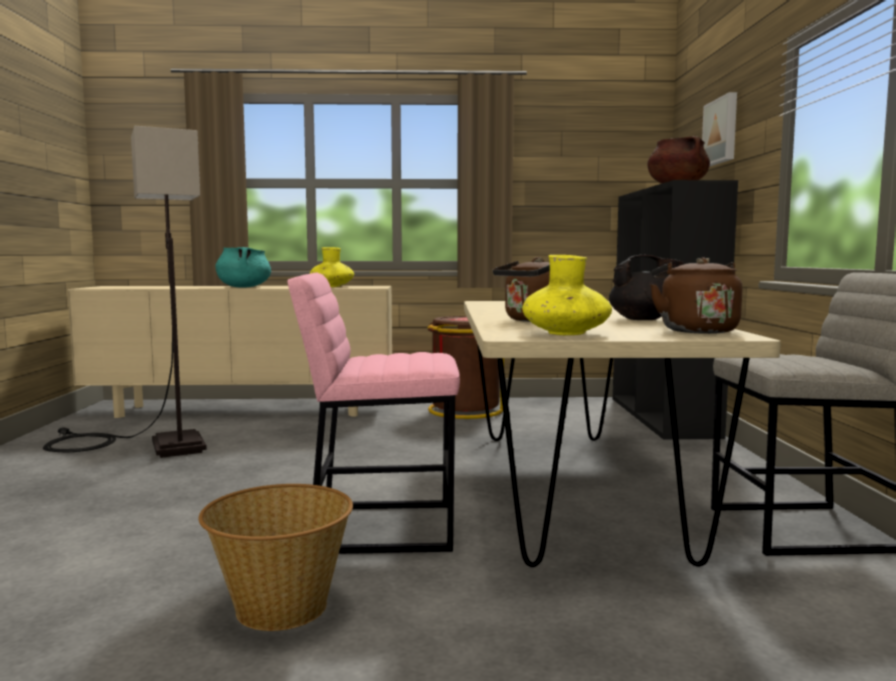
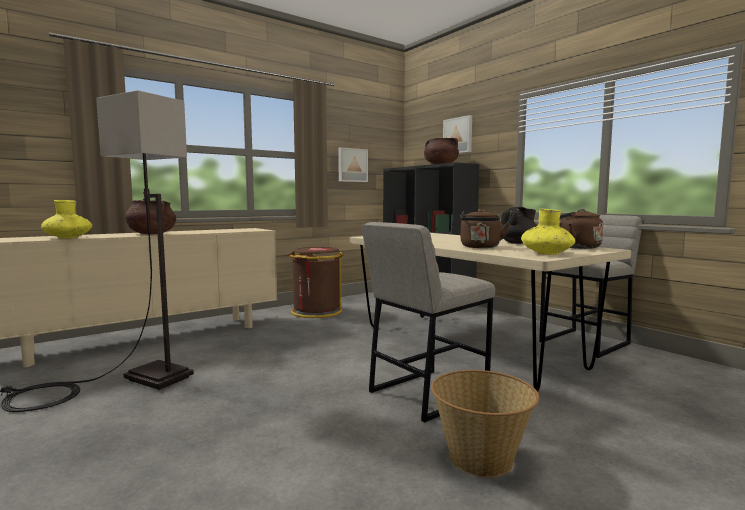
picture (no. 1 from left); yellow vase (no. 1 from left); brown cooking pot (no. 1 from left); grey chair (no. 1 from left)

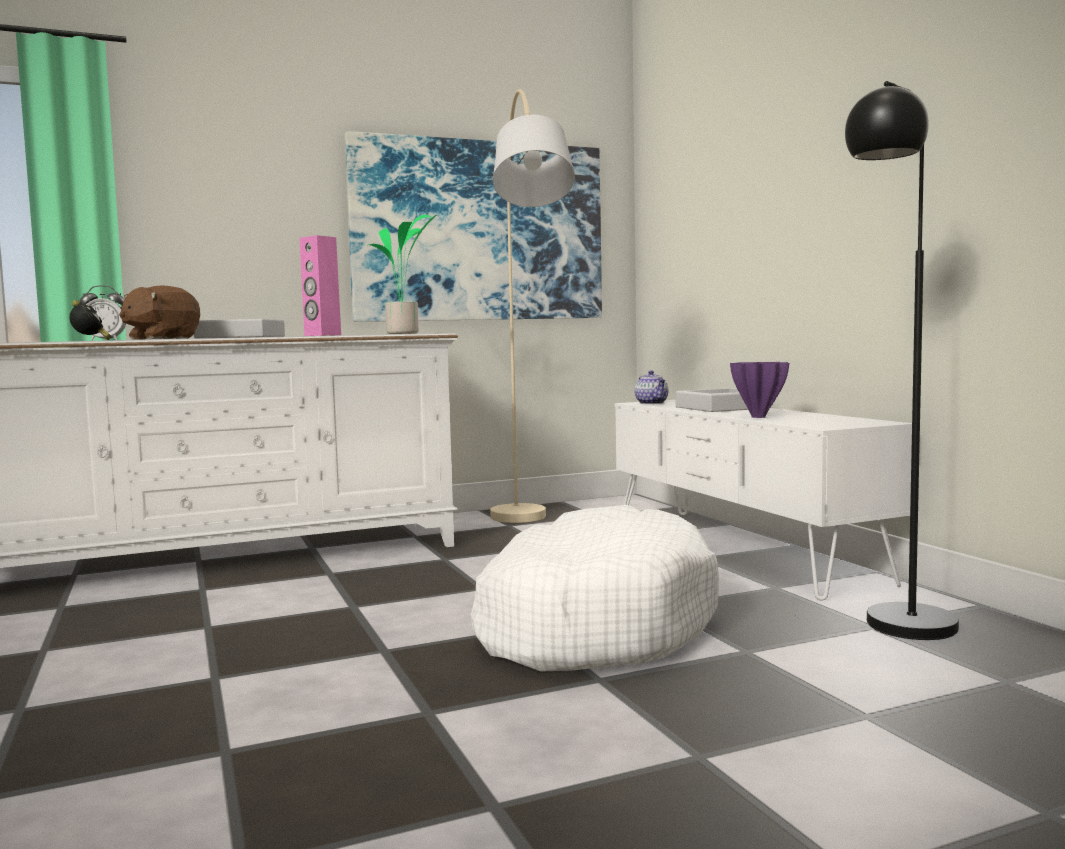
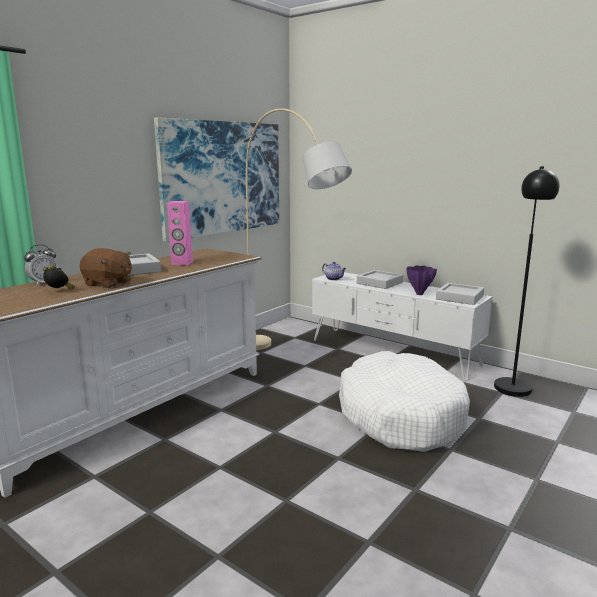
potted plant; grey tray (no. 3 from left); brown plush toy

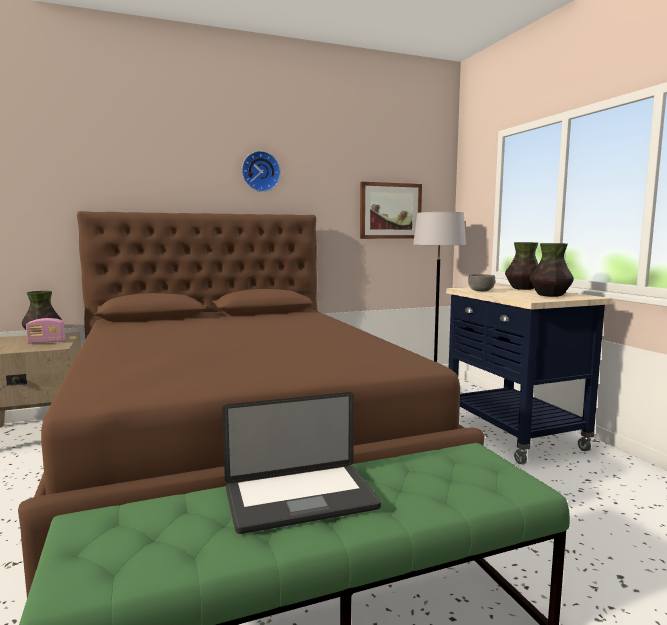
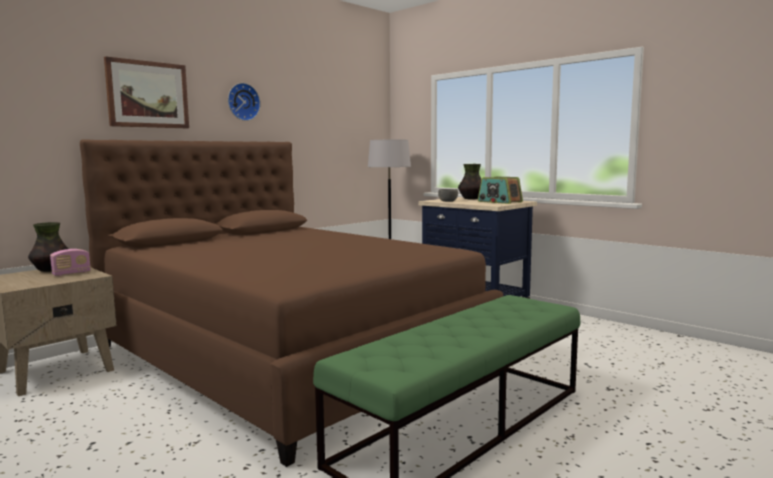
laptop; picture; radio (no. 2 from left)

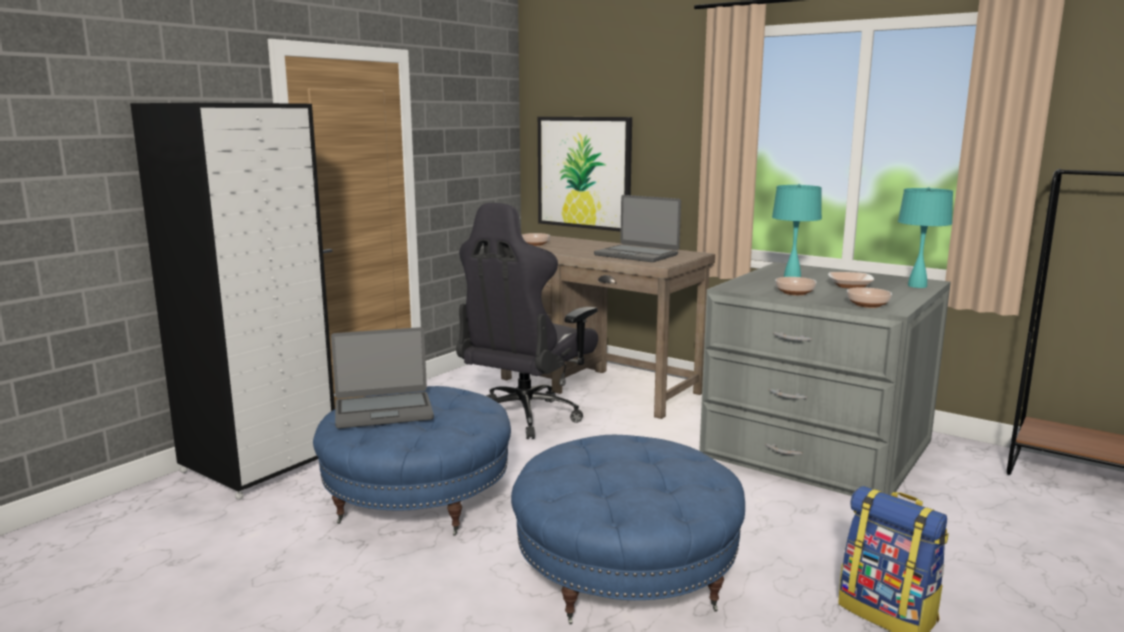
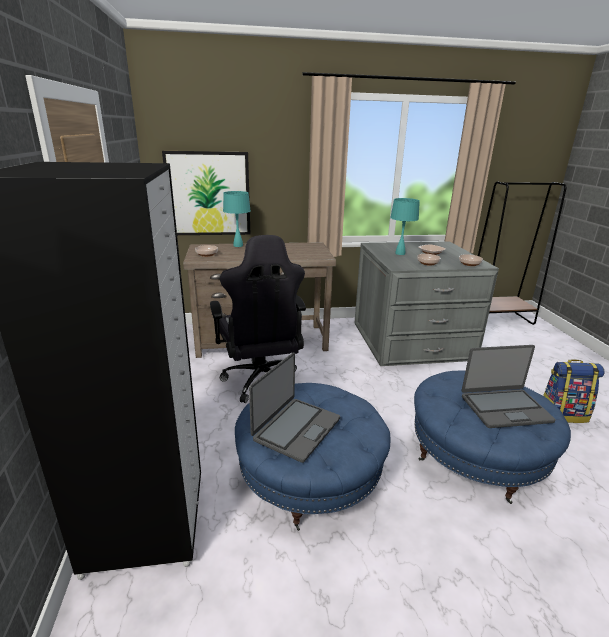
laptop (no. 2 from left); turquoise table lamp (no. 1 from left)

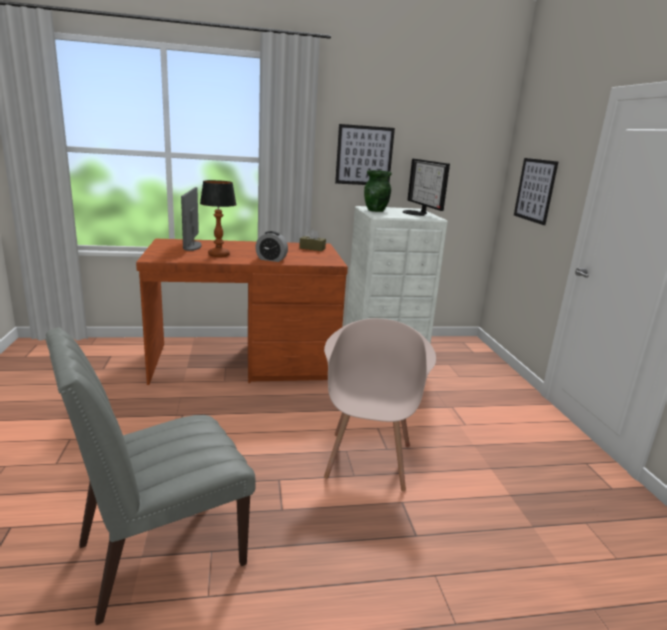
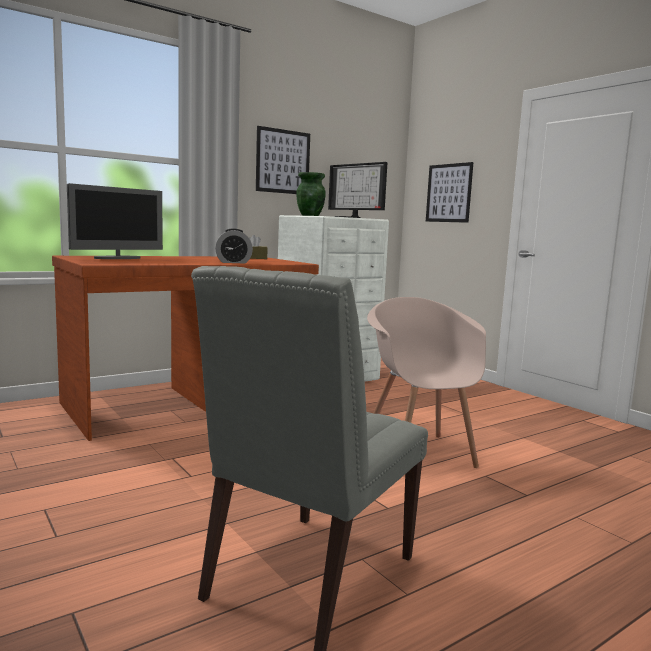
table lamp; monitor (no. 1 from left)

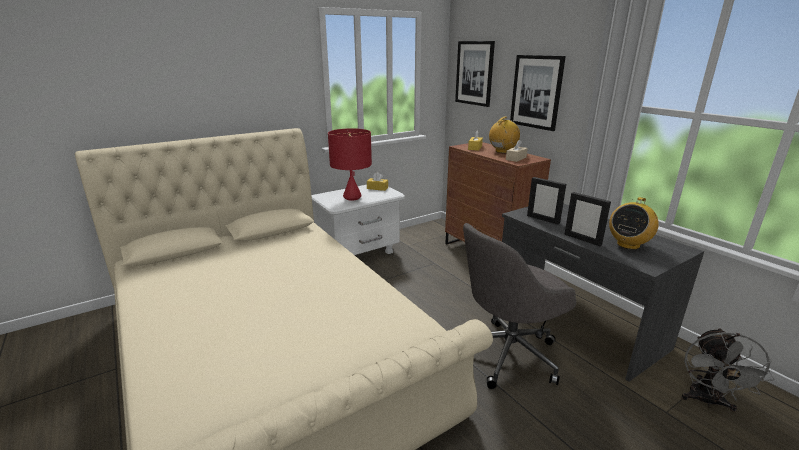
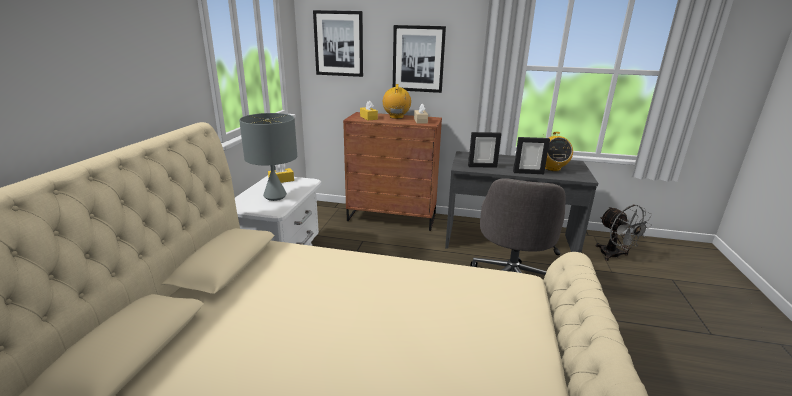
grey table lamp

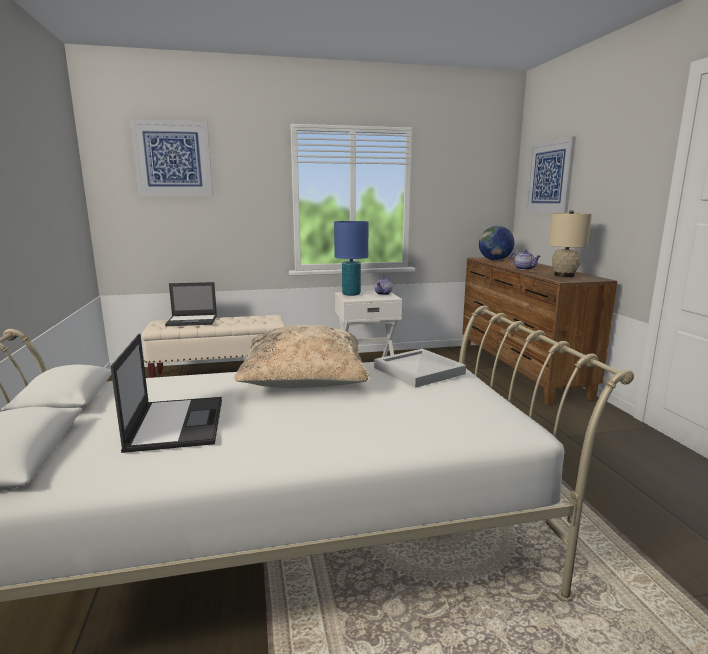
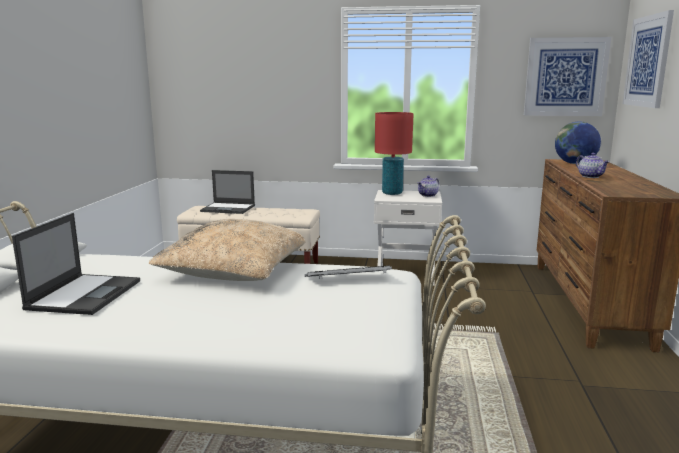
beige table lamp; picture (no. 1 from left); keyboard; red table lamp

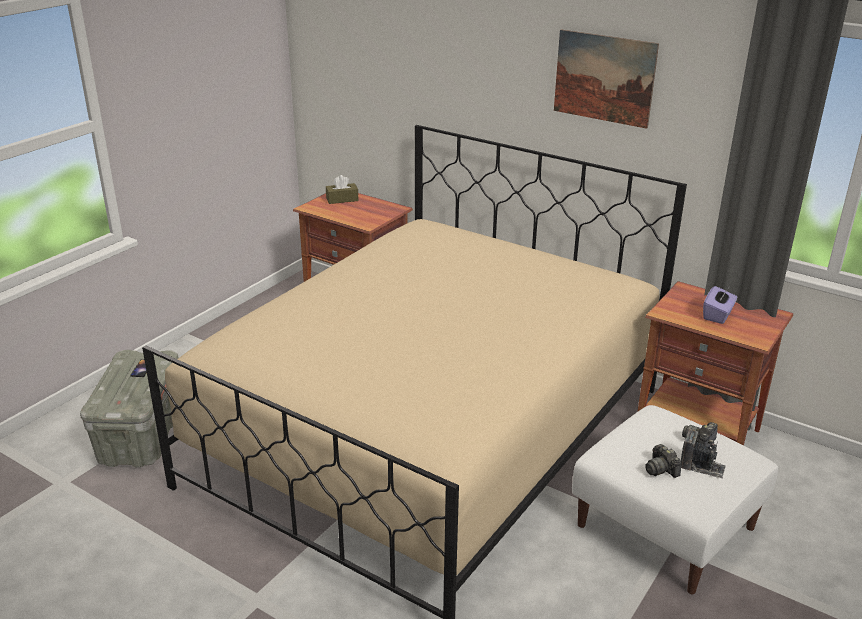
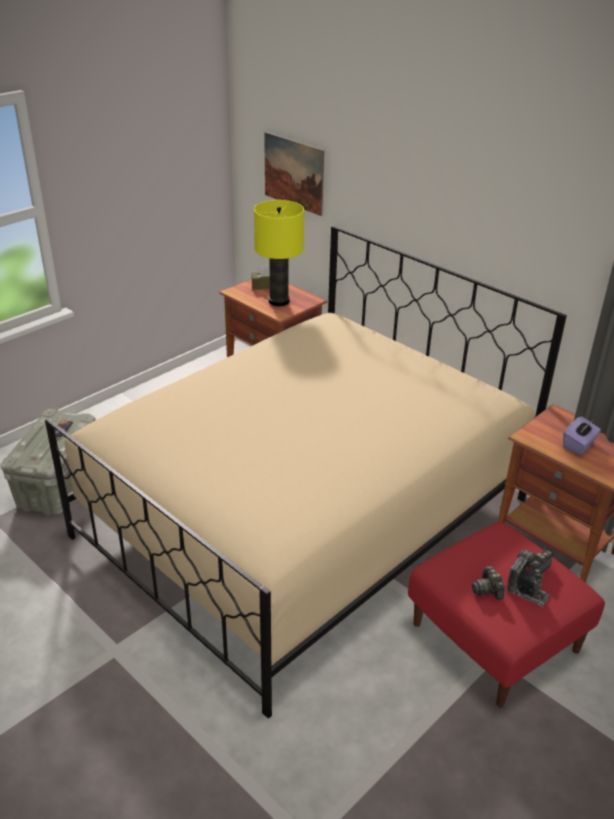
yellow table lamp; picture; red ottoman

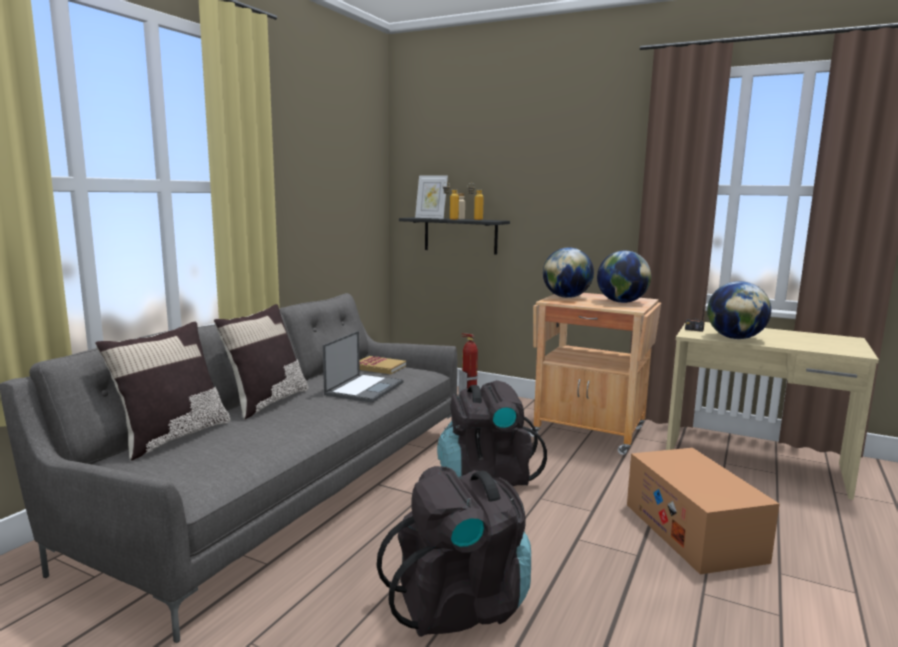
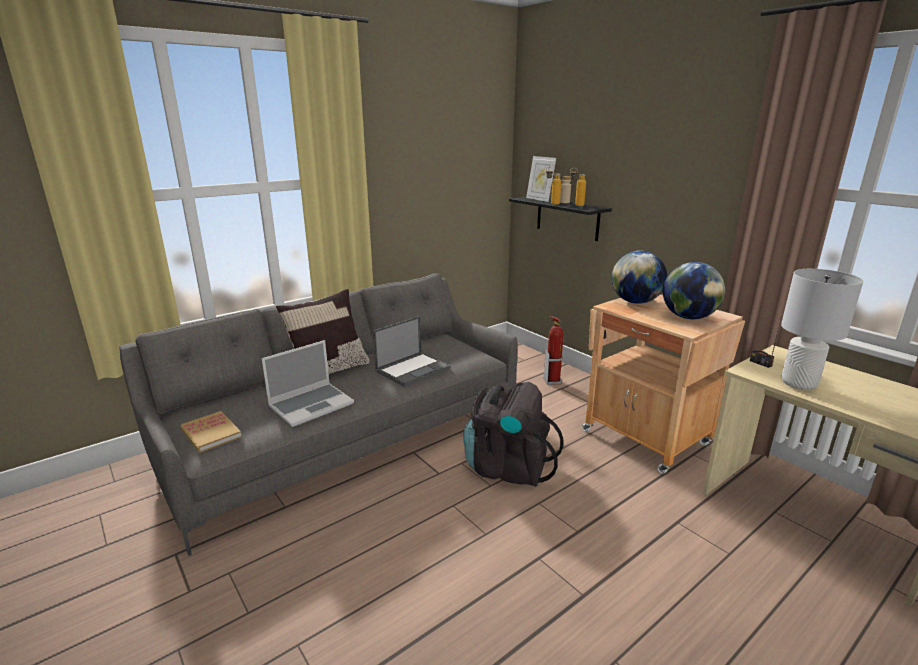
pillow (no. 1 from left in the first image); black backpack (no. 1 from left in the first image); cardboard box; laptop (no. 1 from left); book; grey table lamp

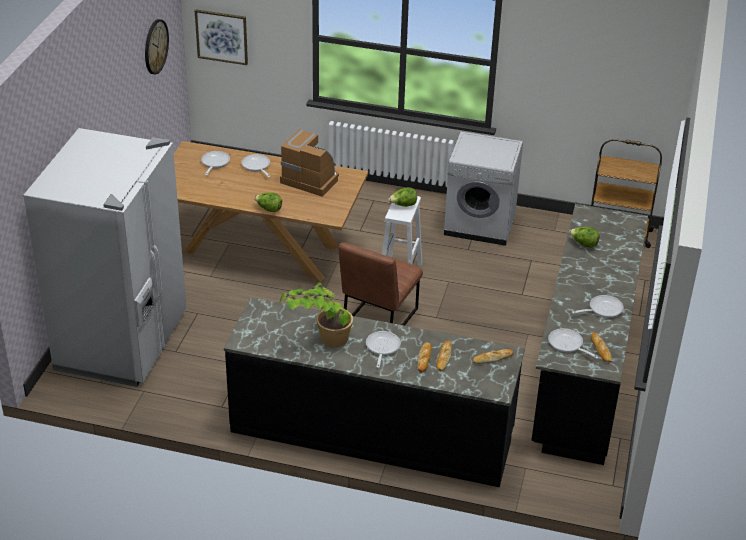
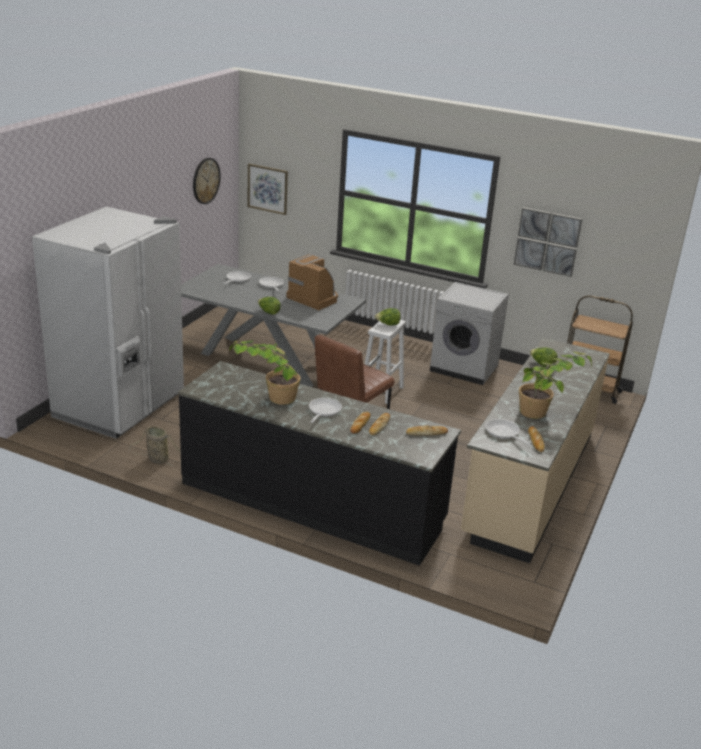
basket; picture (no. 2 from left); potted plant (no. 2 from left); grey dining table; beige counter

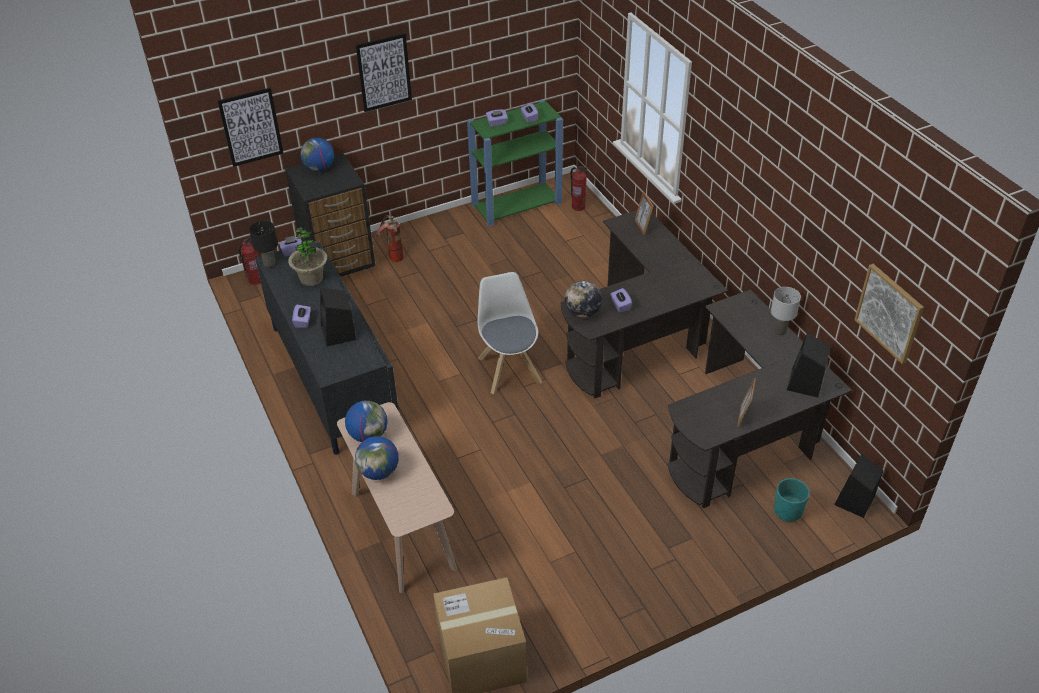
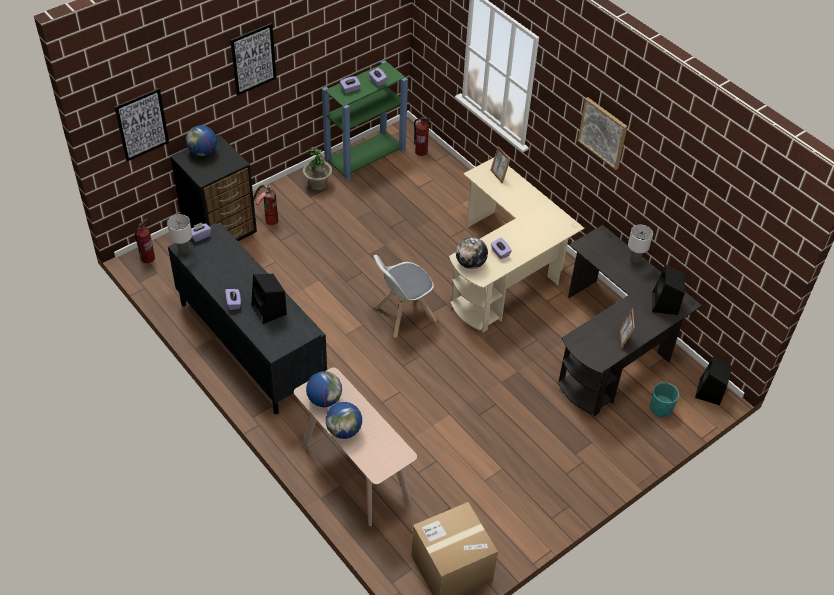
potted plant; picture (no. 3 from left); white table lamp (no. 1 from left); beige desk; chair

